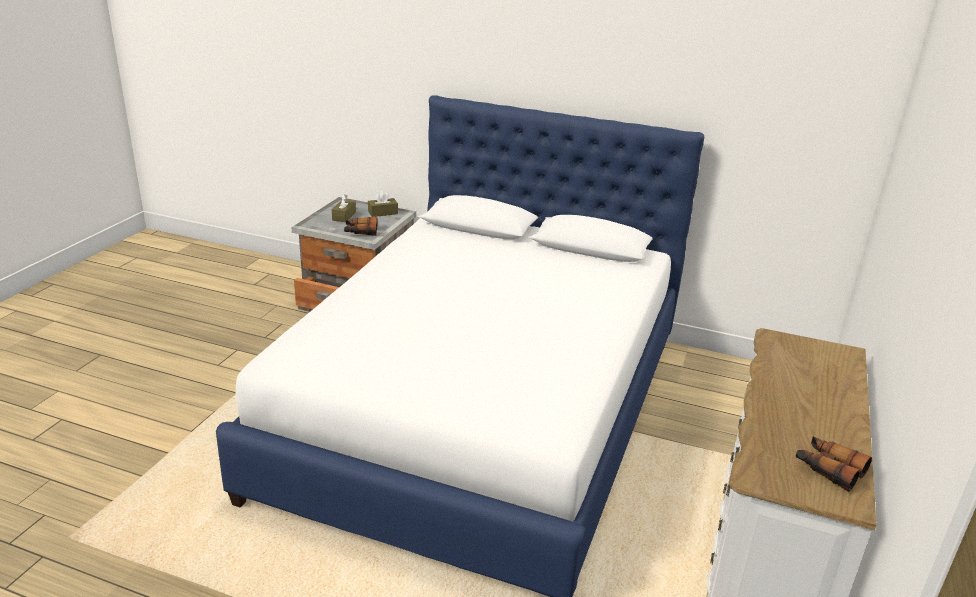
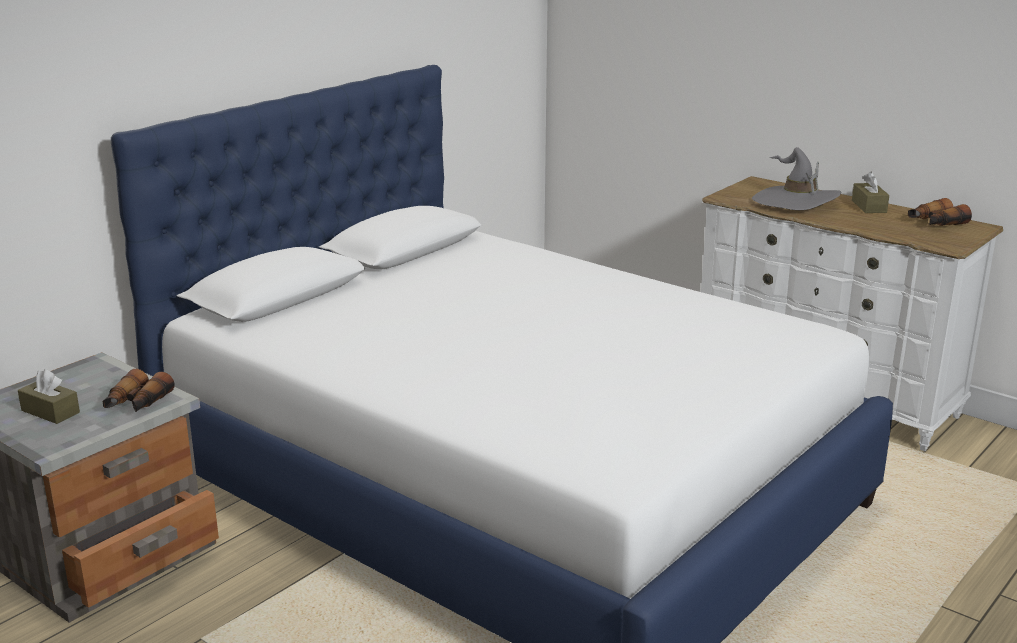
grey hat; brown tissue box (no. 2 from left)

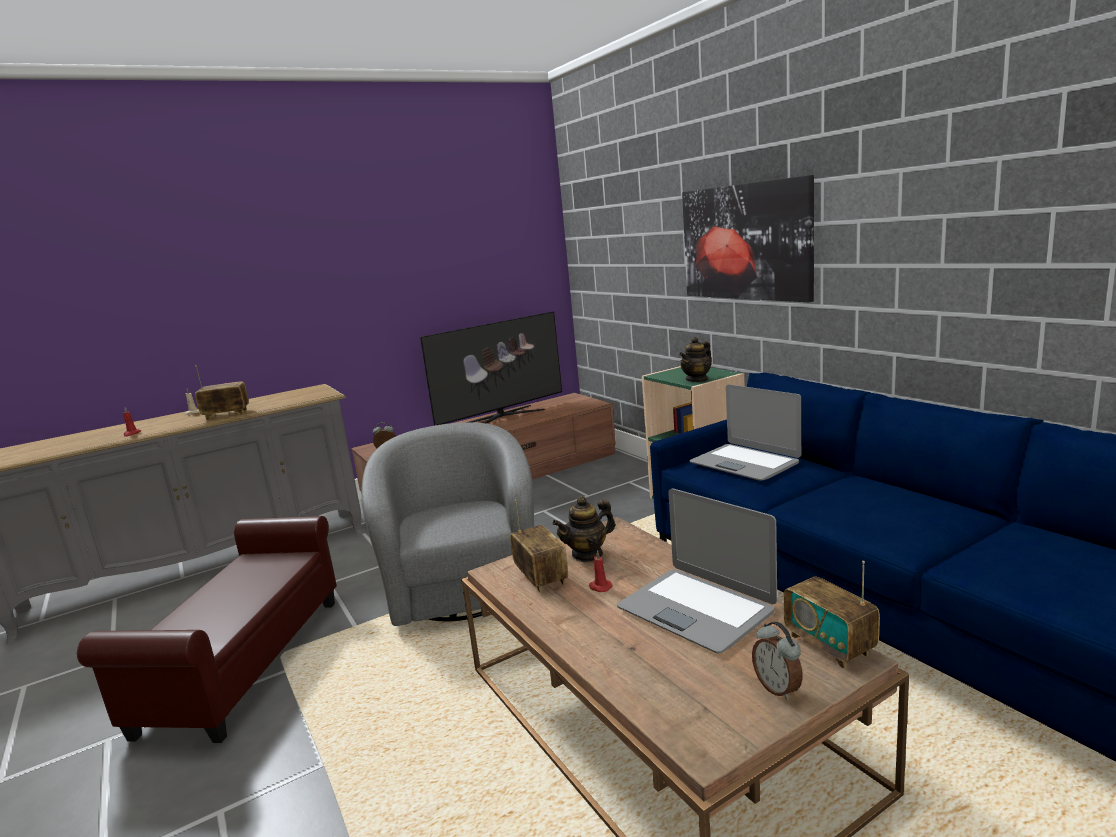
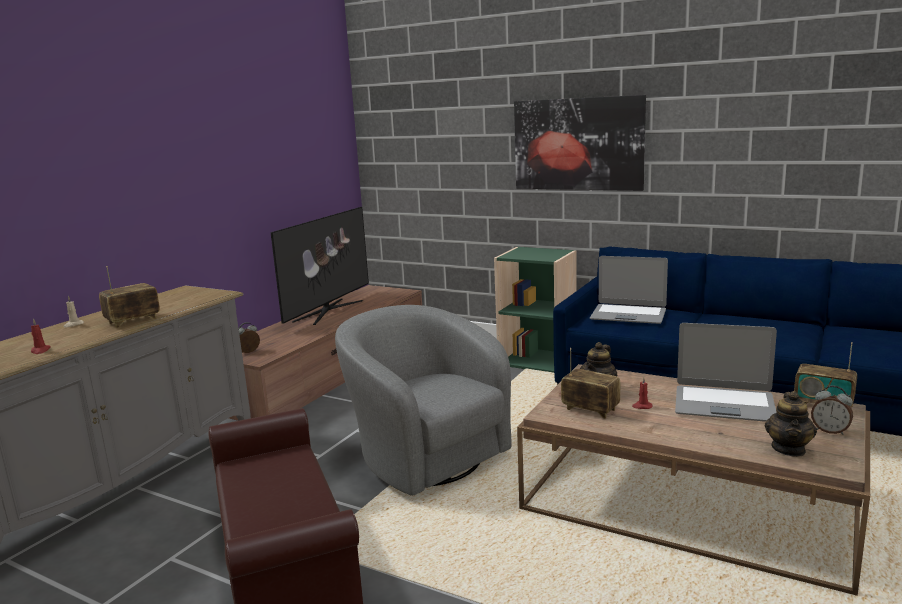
teapot (no. 2 from left)

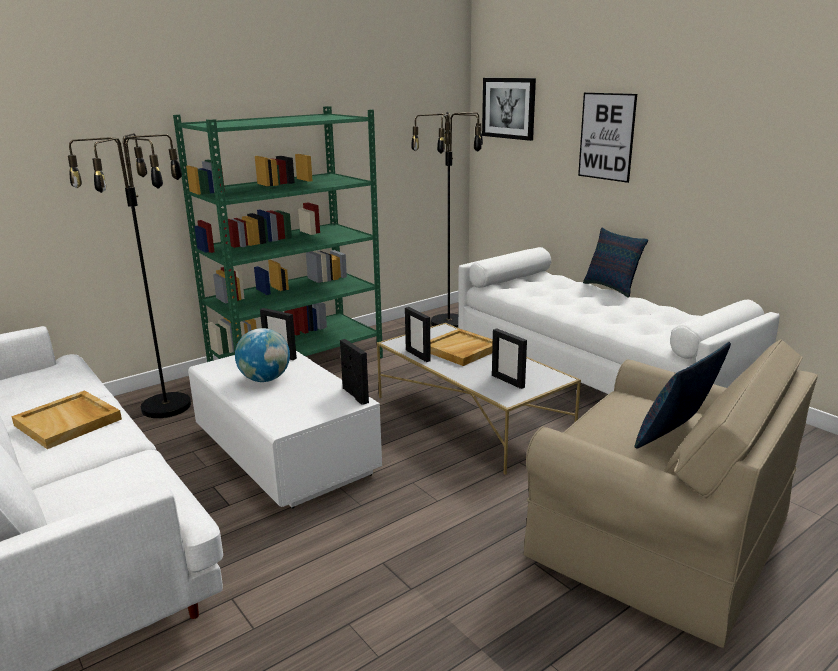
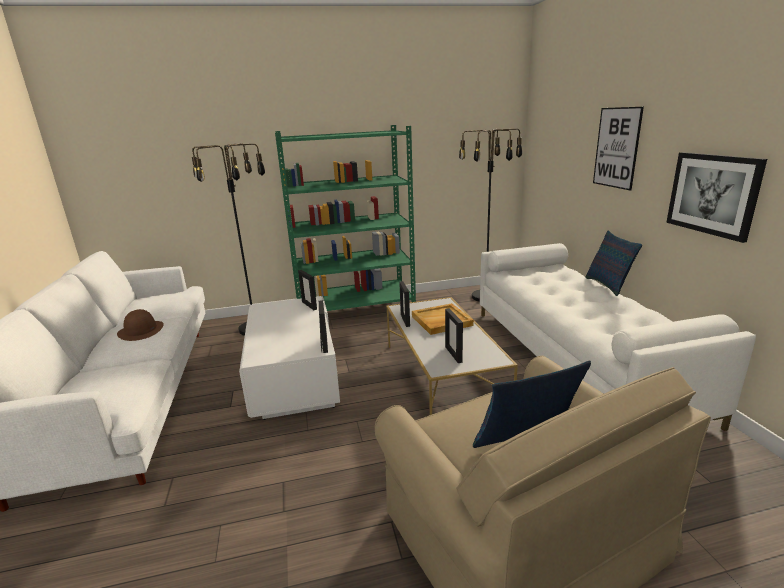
globe; picture (no. 2 from left); brown hat

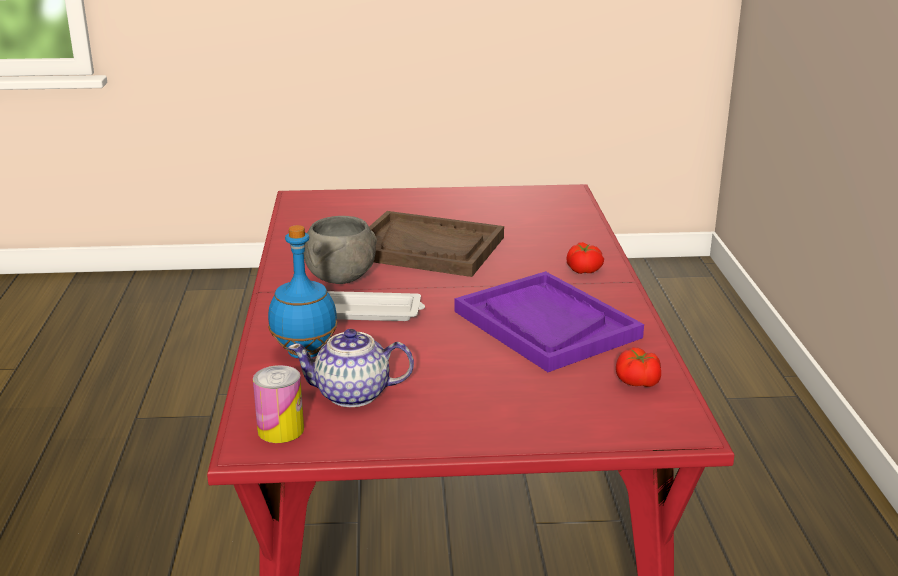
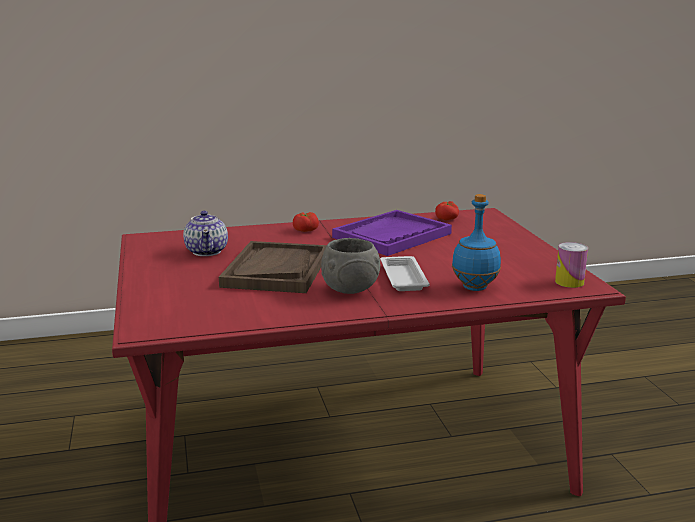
teapot

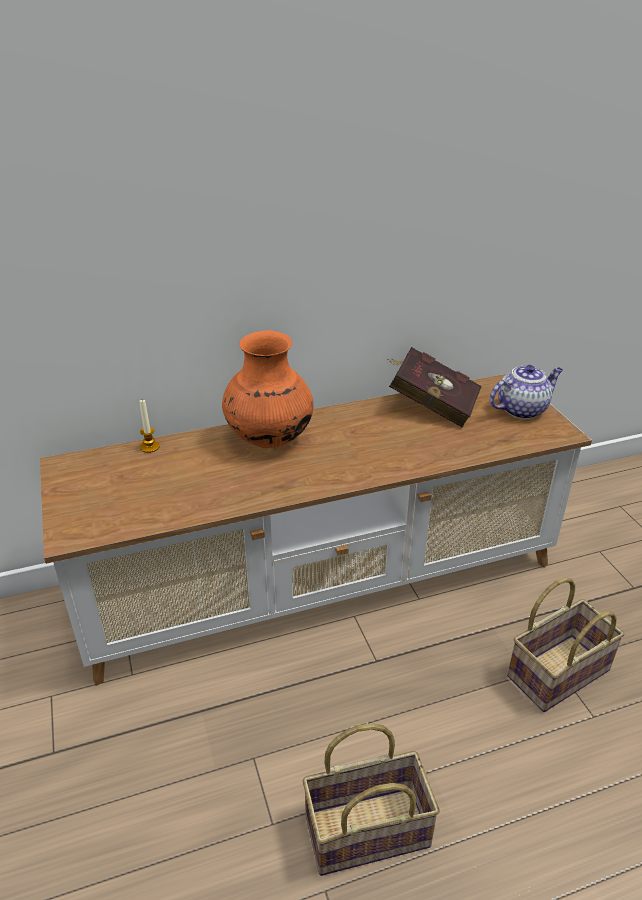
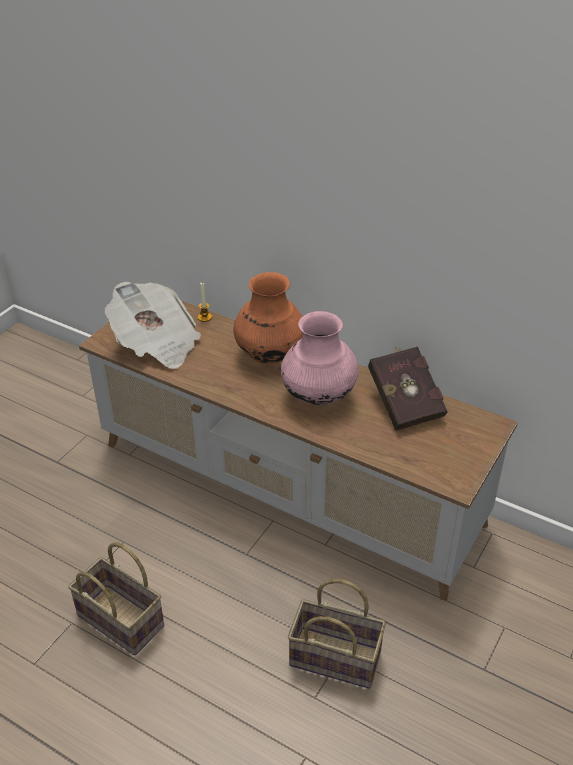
teapot; newspaper; pink vase

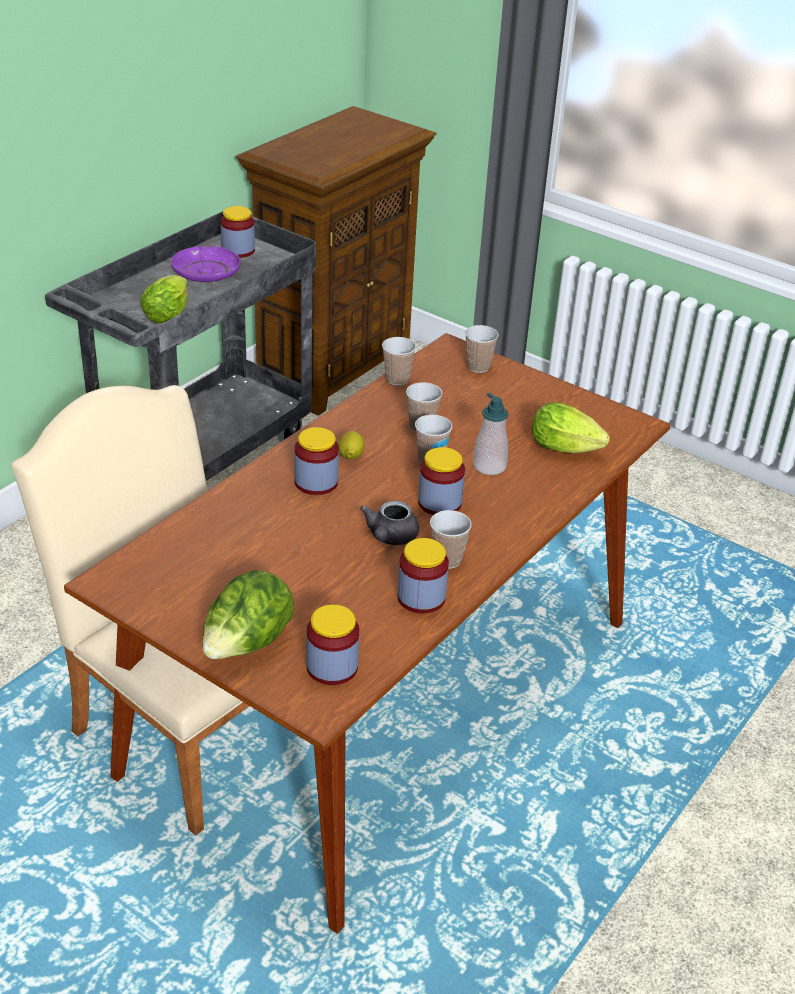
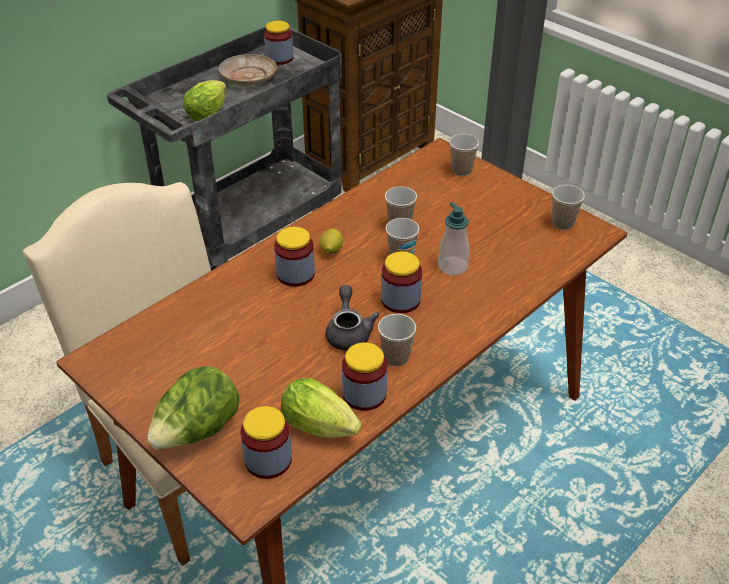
cup (no. 5 from left); lettuce (no. 3 from left); beige plate; grey teapot

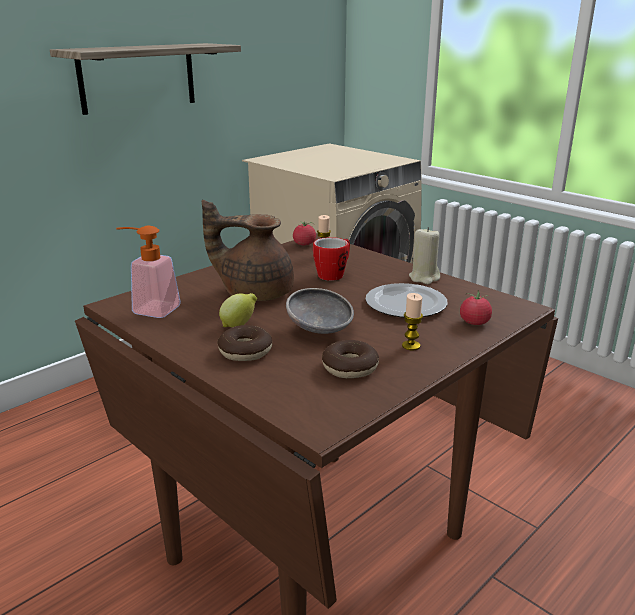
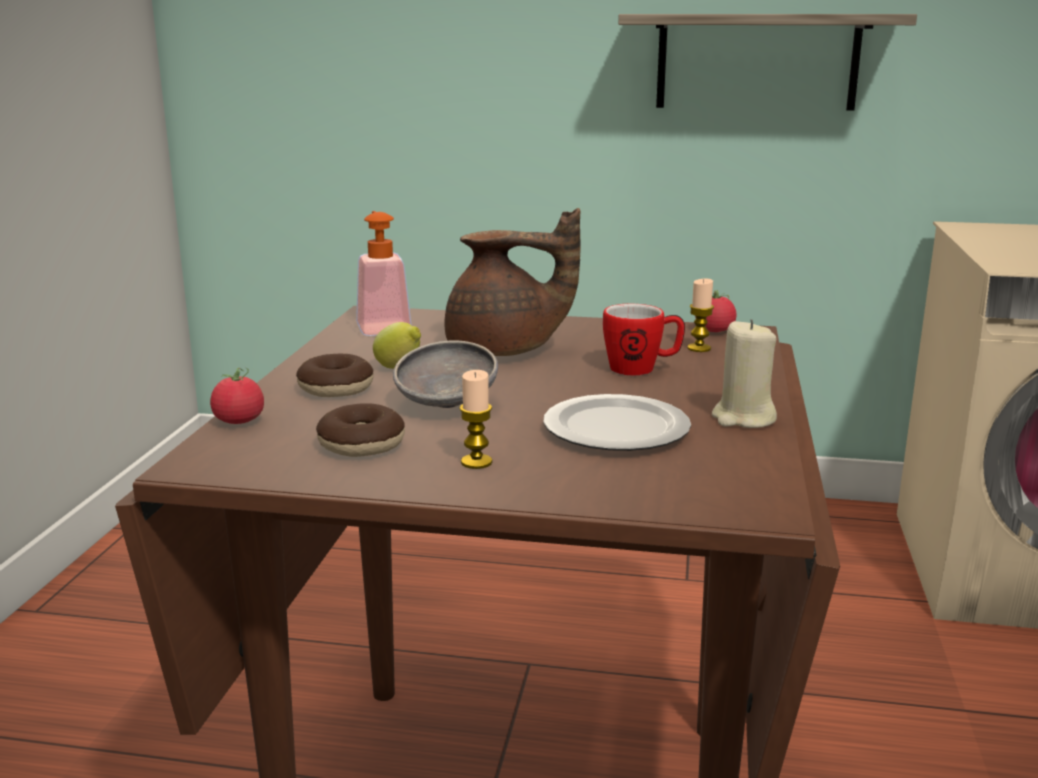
tomato (no. 1 from left); brown teapot

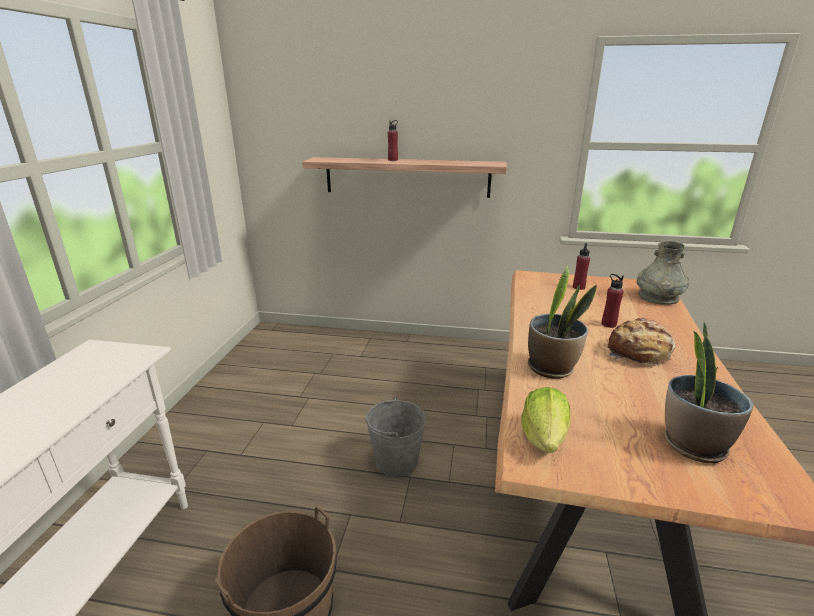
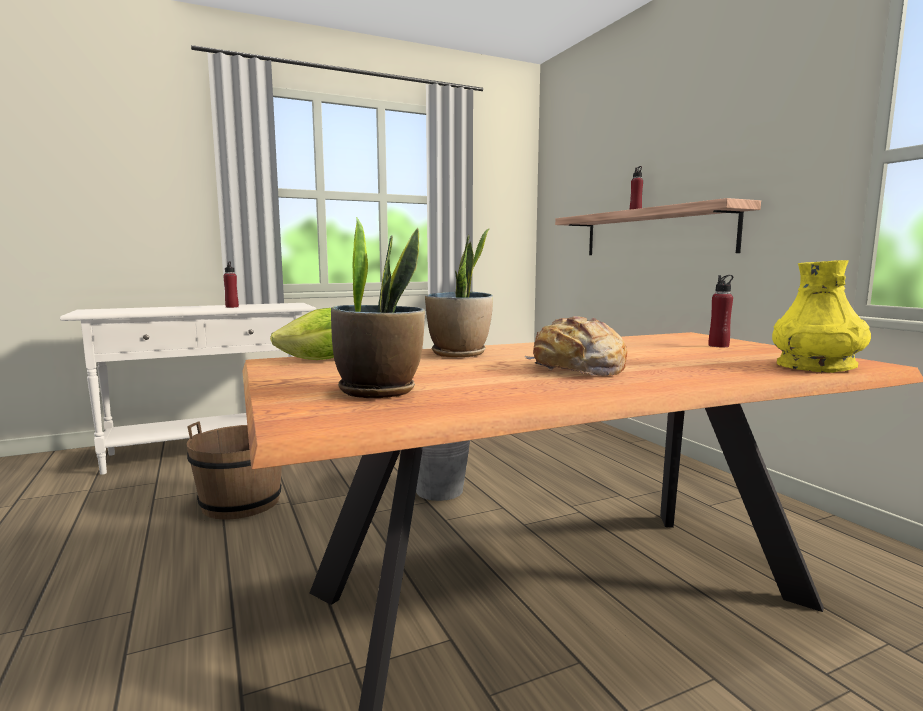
red bottle (no. 1 from left); yellow vase

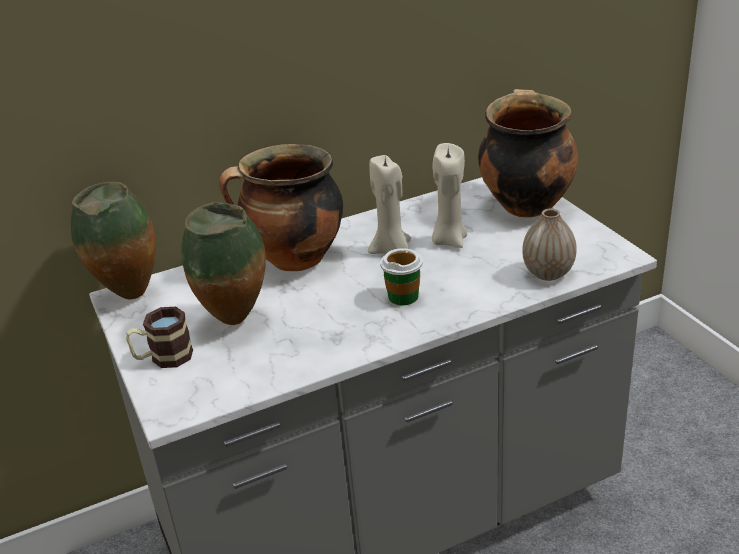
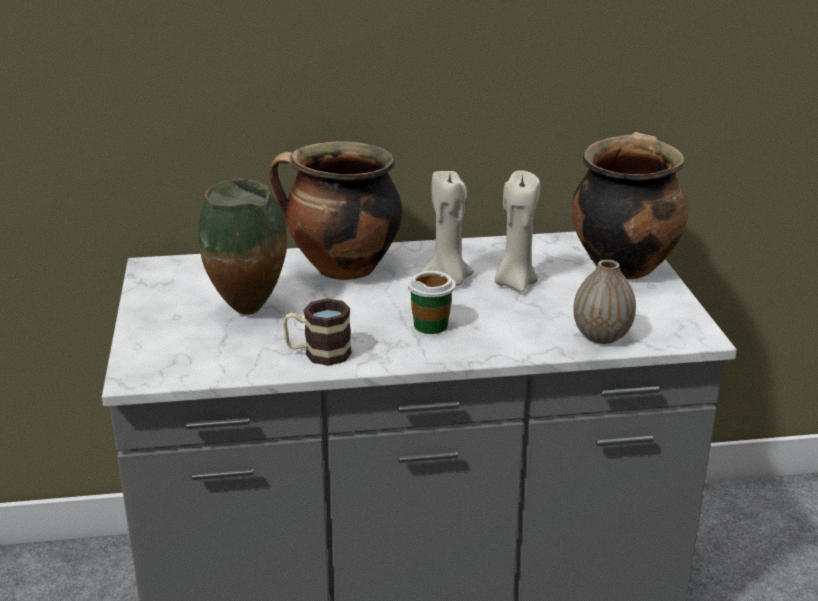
vase (no. 1 from left in the first image); mug

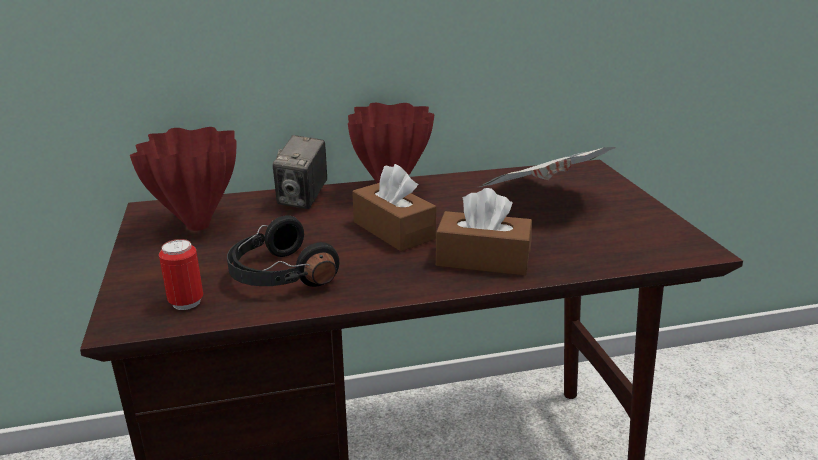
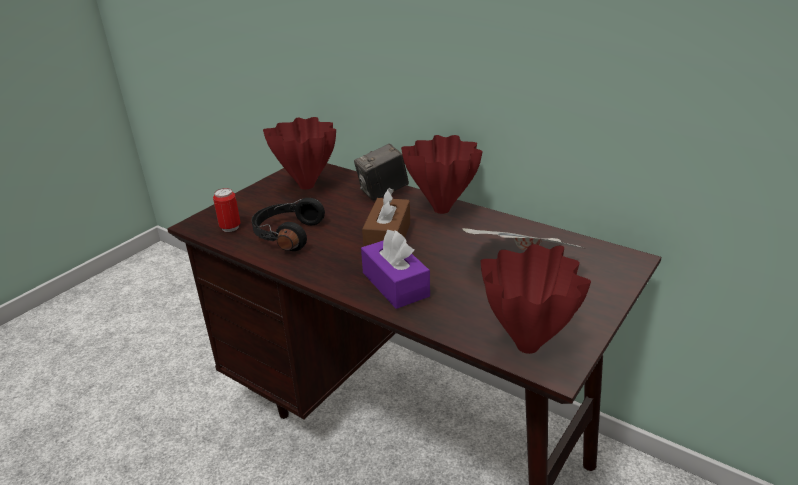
red vase (no. 3 from left); purple tissue box

